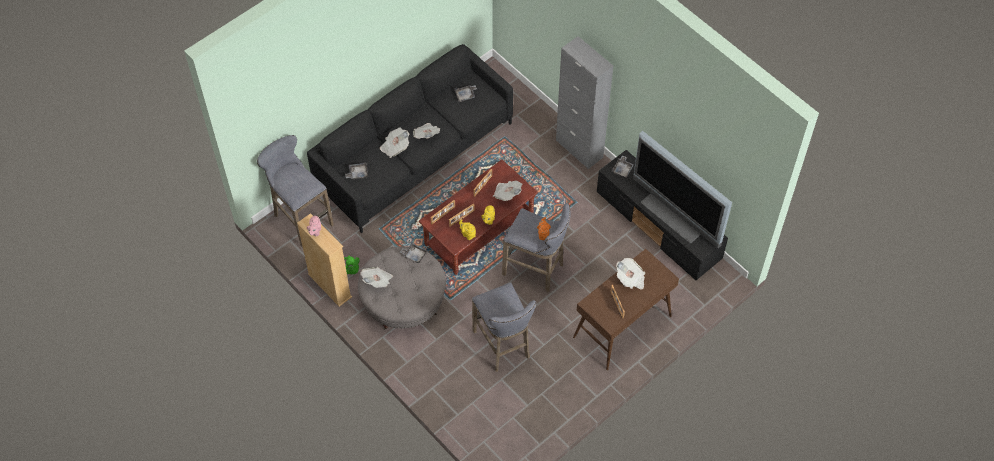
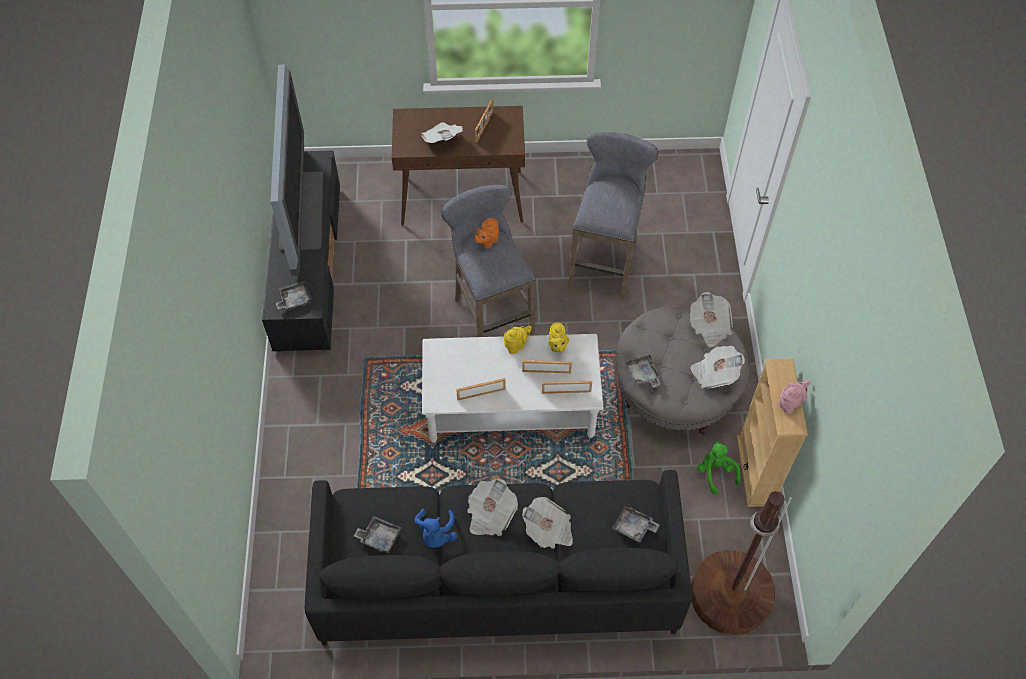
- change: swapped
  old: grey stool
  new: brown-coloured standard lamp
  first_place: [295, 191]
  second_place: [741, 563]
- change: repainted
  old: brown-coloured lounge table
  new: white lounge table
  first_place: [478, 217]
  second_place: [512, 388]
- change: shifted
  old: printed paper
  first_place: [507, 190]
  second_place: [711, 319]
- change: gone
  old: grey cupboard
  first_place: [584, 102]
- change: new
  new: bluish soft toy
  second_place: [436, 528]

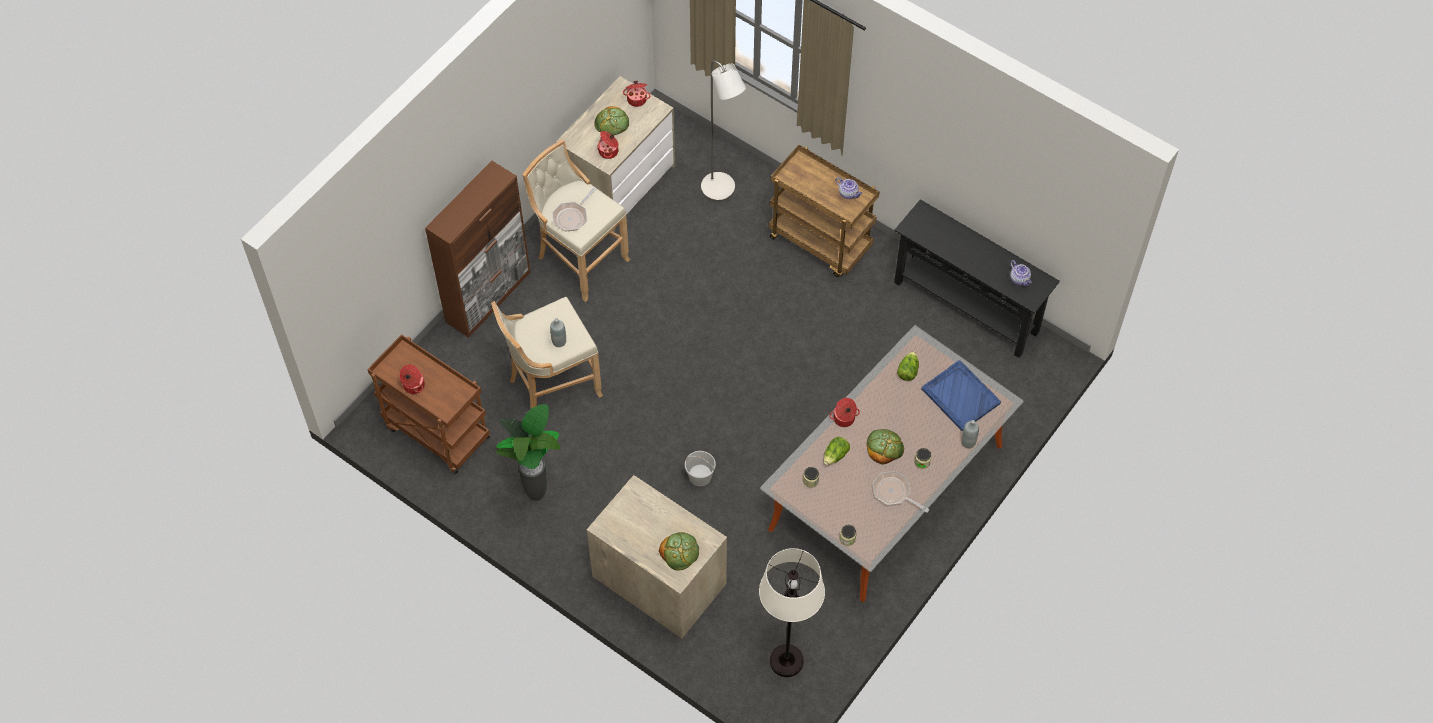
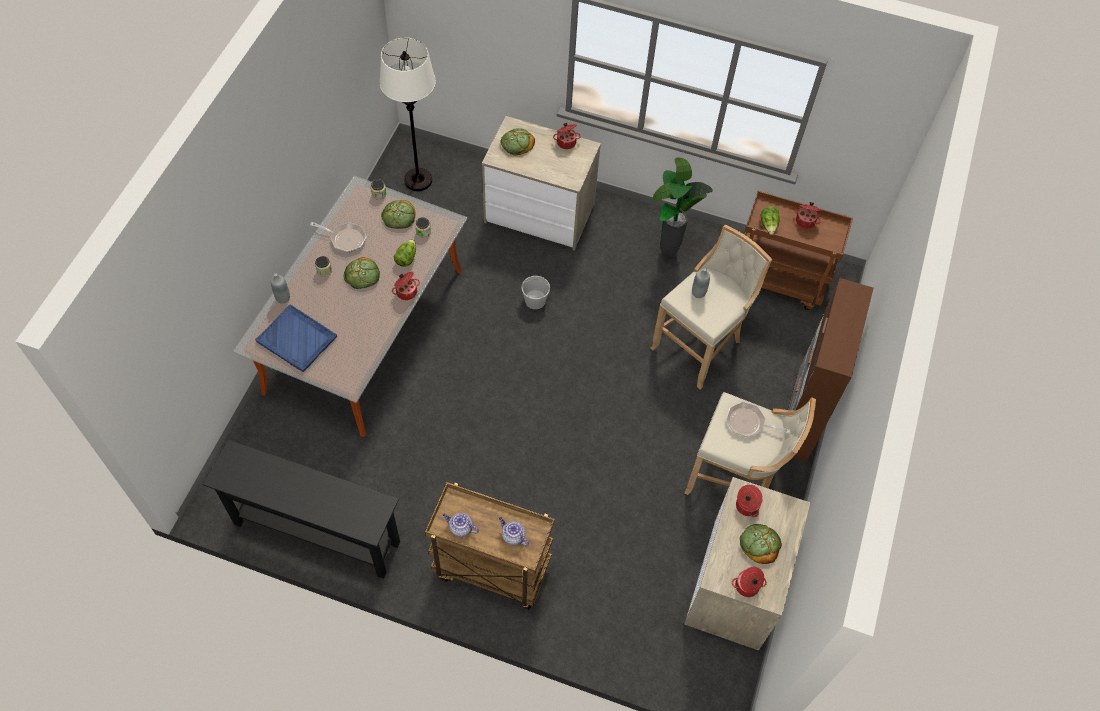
- change: rotated
  old: frying pan
  first_place: [574, 209]
  second_place: [758, 419]
  degrees: -90
- change: gone
  old: grey standard lamp
  first_place: [723, 131]
- change: shifted
  old: head of lettuce
  first_place: [908, 366]
  second_place: [770, 220]
- change: shifted
  old: tea pot
  first_place: [1021, 273]
  second_place: [514, 531]
- change: new
  new: bakery bread
  second_place: [398, 214]
- change: new
  new: cooking pot
  second_place: [567, 136]

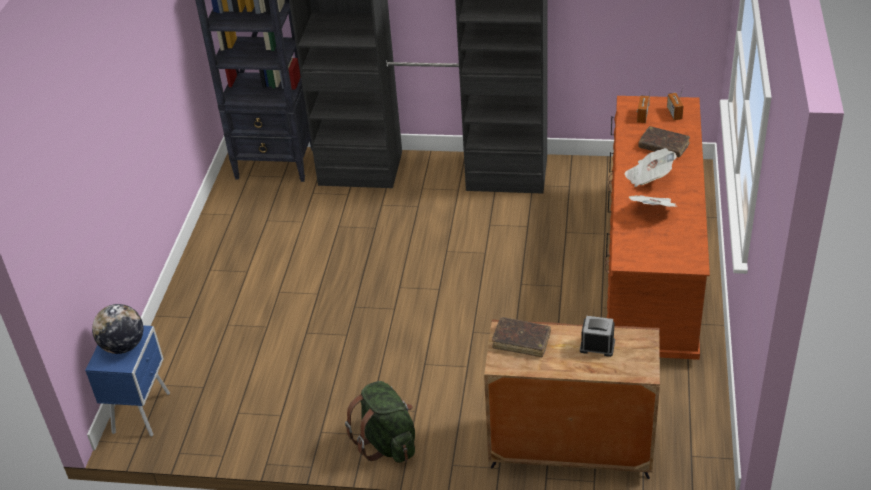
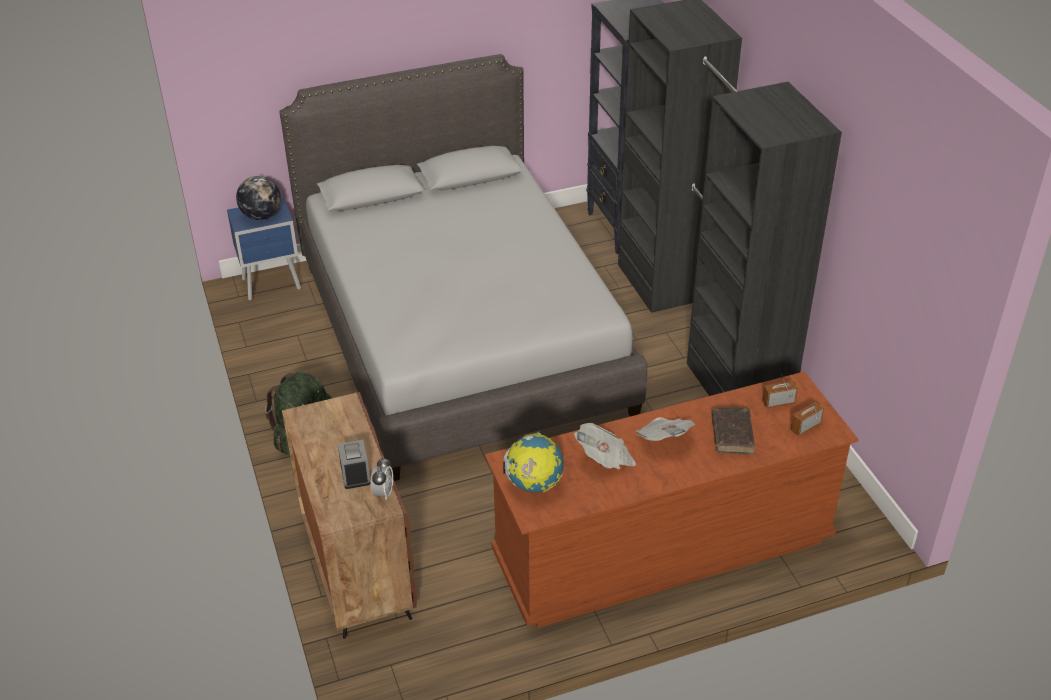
- change: gone
  old: brown-coloured volume
  first_place: [521, 337]
- change: new
  new: grey sleeping bed
  second_place: [463, 267]
- change: new
  new: alarm clock
  second_place: [381, 478]
- change: new
  new: globe
  second_place: [533, 462]

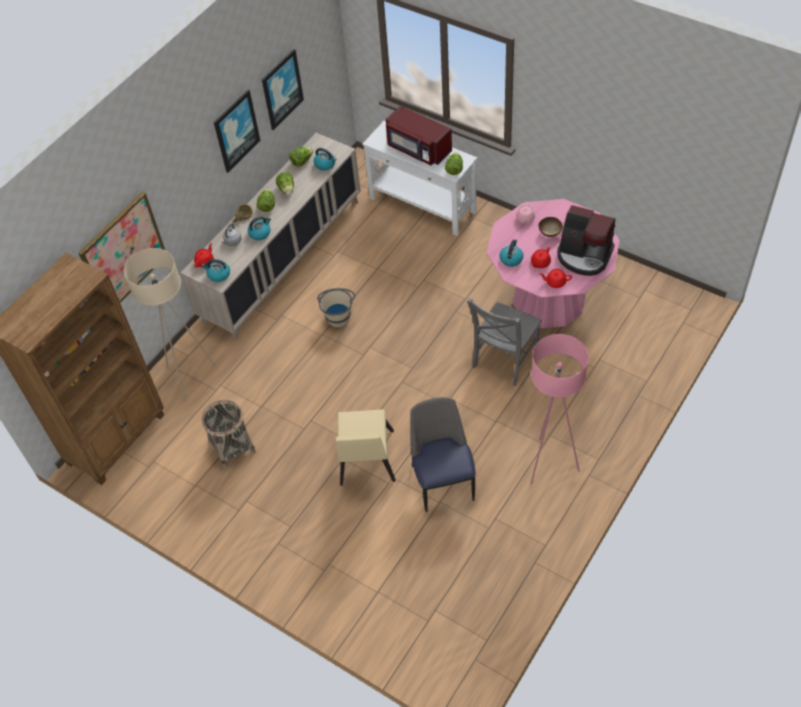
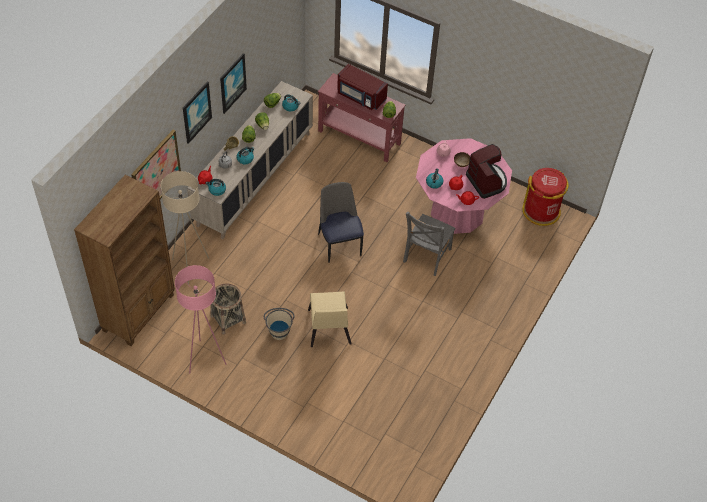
- change: shifted
  old: wall picture
  first_place: [283, 89]
  second_place: [197, 112]
- change: shifted
  old: beige-coloured bucket
  first_place: [336, 307]
  second_place: [279, 324]
- change: repainted
  old: white narrow table
  new: reddish narrow table
  first_place: [419, 178]
  second_place: [362, 117]
- change: shifted
  old: plain chair
  first_place: [443, 454]
  second_place: [341, 222]
- change: shifted
  old: pinkish standard lamp
  first_place: [560, 409]
  second_place: [200, 319]
- change: rotated
  old: coffee maker
  first_place: [586, 240]
  second_place: [486, 171]
  degrees: -135
- change: new
  new: reddish rubbish bin
  second_place: [545, 197]

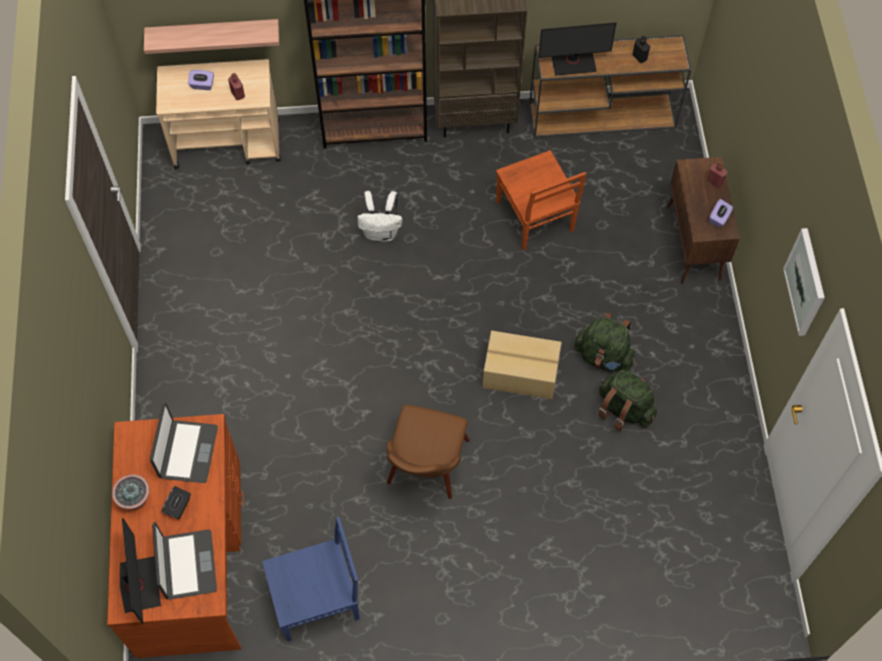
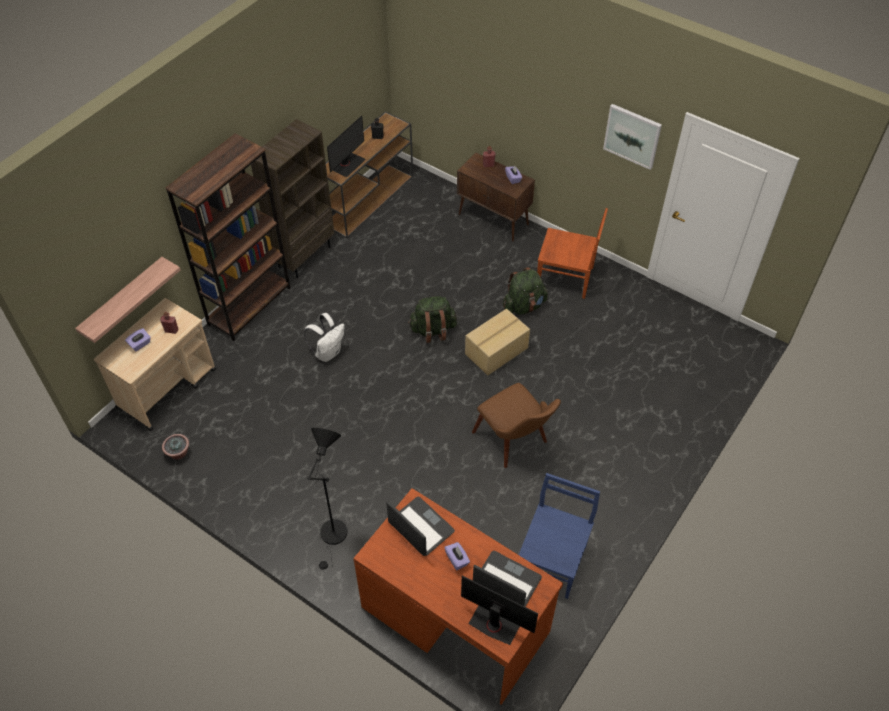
- change: shifted
  old: potted plant
  first_place: [131, 492]
  second_place: [175, 447]
- change: repainted
  old: black box of tissues
  new: purple box of tissues
  first_place: [176, 502]
  second_place: [457, 556]
- change: shifted
  old: brown-coloured plain chair
  first_place: [541, 200]
  second_place: [572, 253]
- change: shifted
  old: green backpack
  first_place: [627, 400]
  second_place: [432, 319]
- change: new
  new: black standard lamp
  second_place: [328, 500]

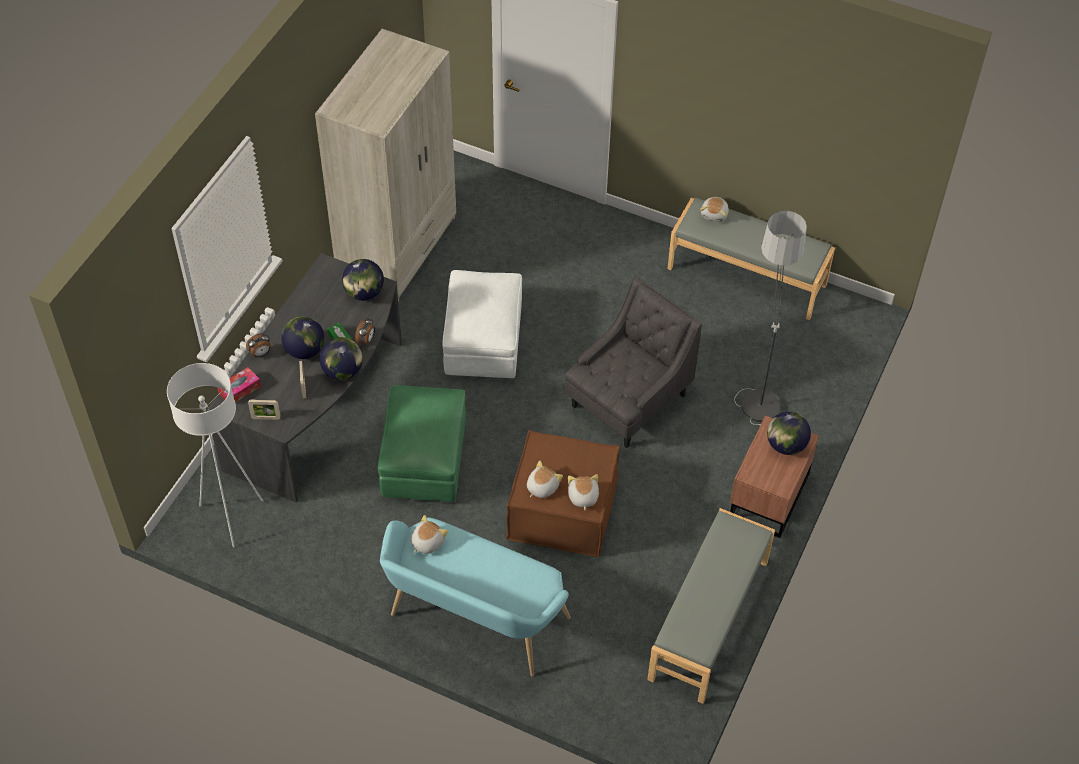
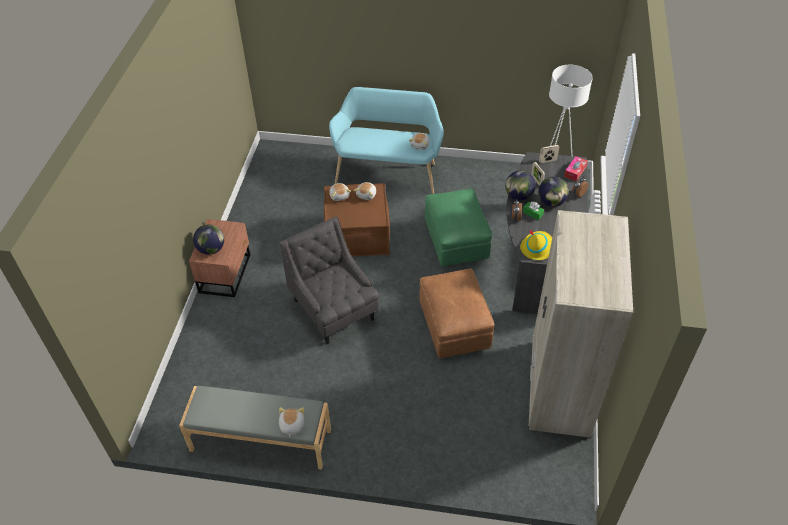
- change: swapped
  old: globe
  new: yellow-coloured hat
  first_place: [363, 280]
  second_place: [536, 245]
- change: repainted
  old: white ottoman
  new: brown-coloured ottoman
  first_place: [482, 324]
  second_place: [456, 313]
- change: rotated
  old: grey lounge chair
  first_place: [633, 362]
  second_place: [329, 280]
  degrees: 120
- change: gone
  old: grey bench
  first_place: [711, 606]
- change: gone
  old: standard lamp
  first_place: [770, 318]

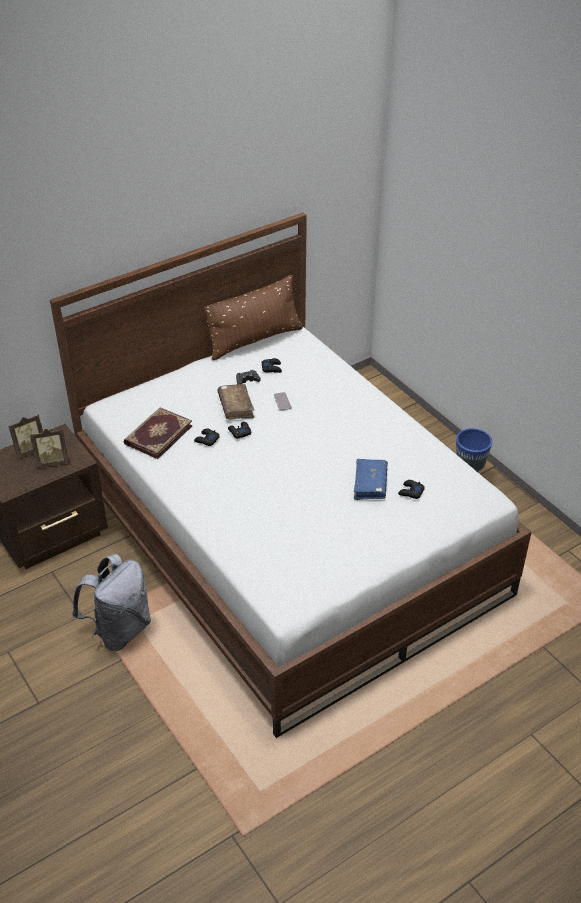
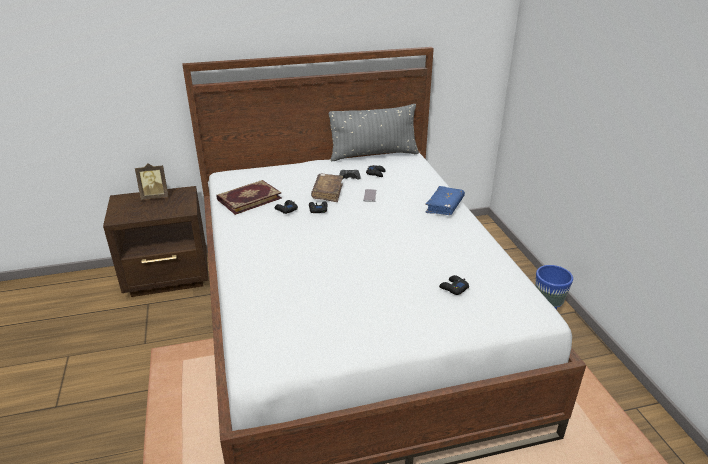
- change: gone
  old: standing frame
  first_place: [49, 448]
- change: gone
  old: grey backpack
  first_place: [111, 602]
- change: repainted
  old: brown-coloured throw pillow
  new: grey throw pillow
  first_place: [253, 317]
  second_place: [374, 132]
- change: shifted
  old: bluish volume
  first_place: [371, 479]
  second_place: [445, 200]

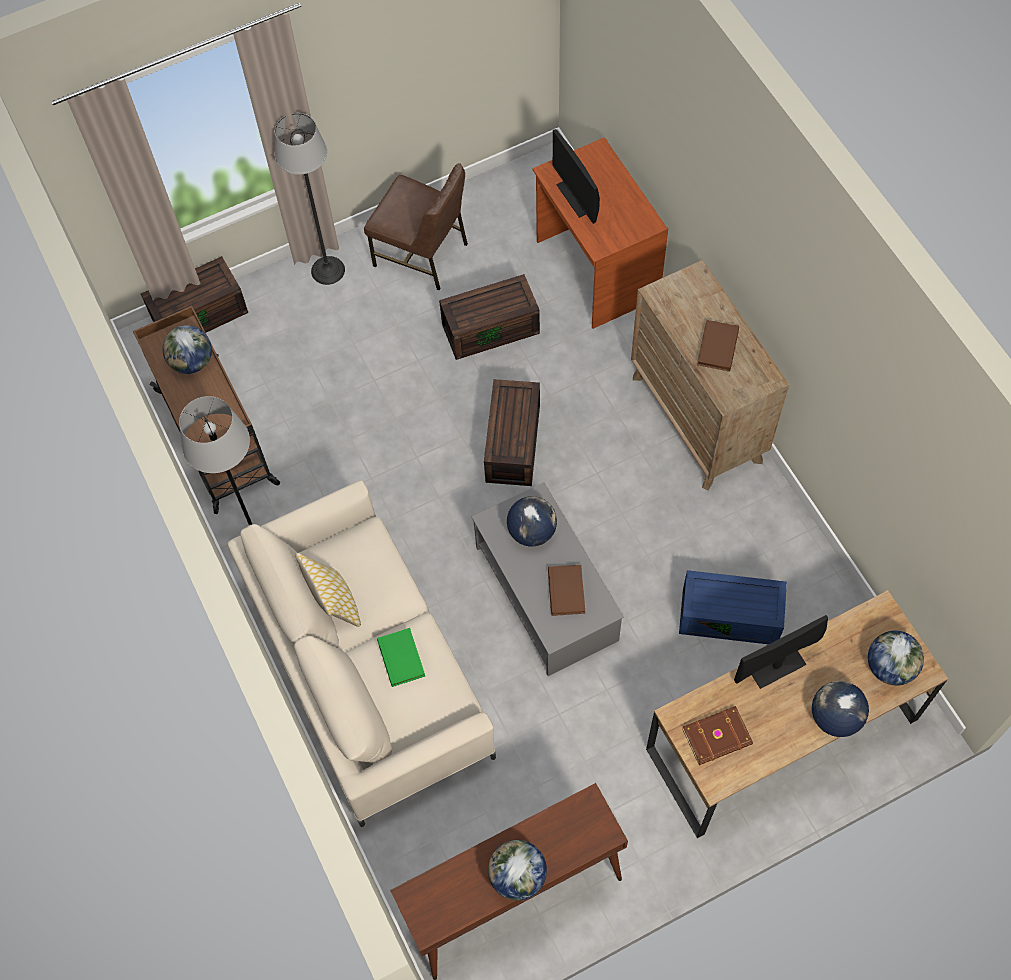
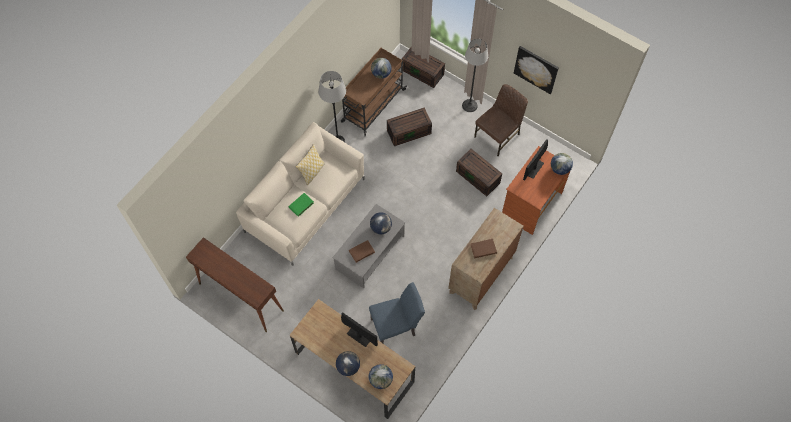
- change: rotated
  old: brown-coloured plain chair
  first_place: [416, 226]
  second_place: [501, 120]
  degrees: -135
- change: shifted
  old: brown-coloured storage container
  first_place: [512, 432]
  second_place: [409, 126]
- change: shifted
  old: globe
  first_place: [517, 870]
  second_place: [562, 164]
- change: swapped
  old: bluish storage container
  new: bluish plain chair
  first_place: [733, 607]
  second_place: [397, 313]
- change: gone
  old: brown-coloured volume
  first_place: [718, 735]
- change: new
  new: wall picture
  second_place: [536, 70]

